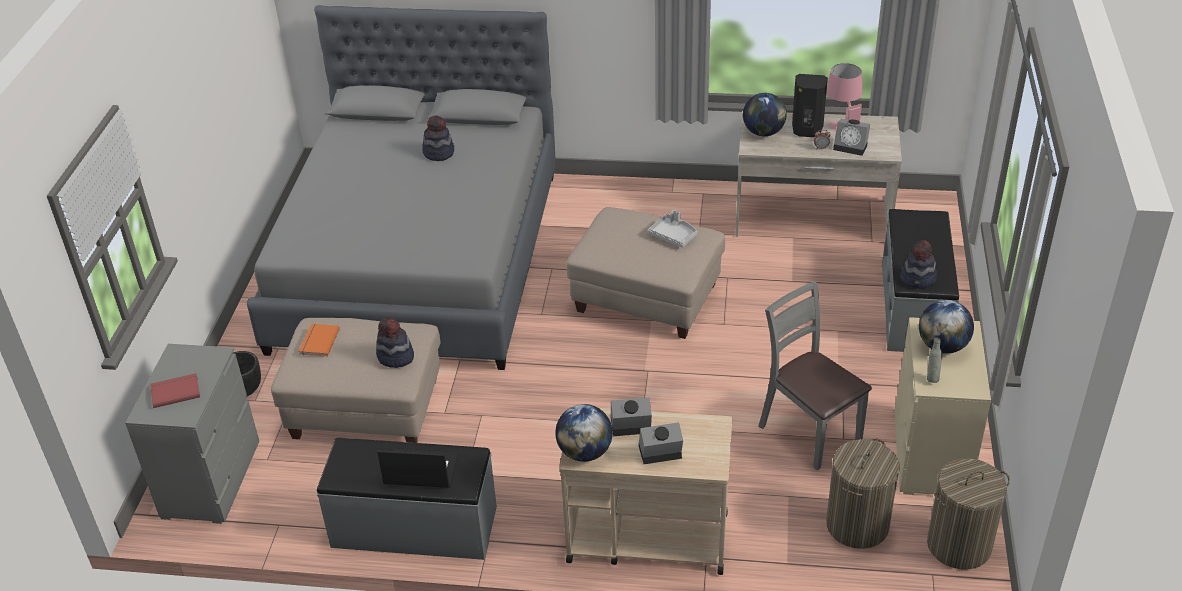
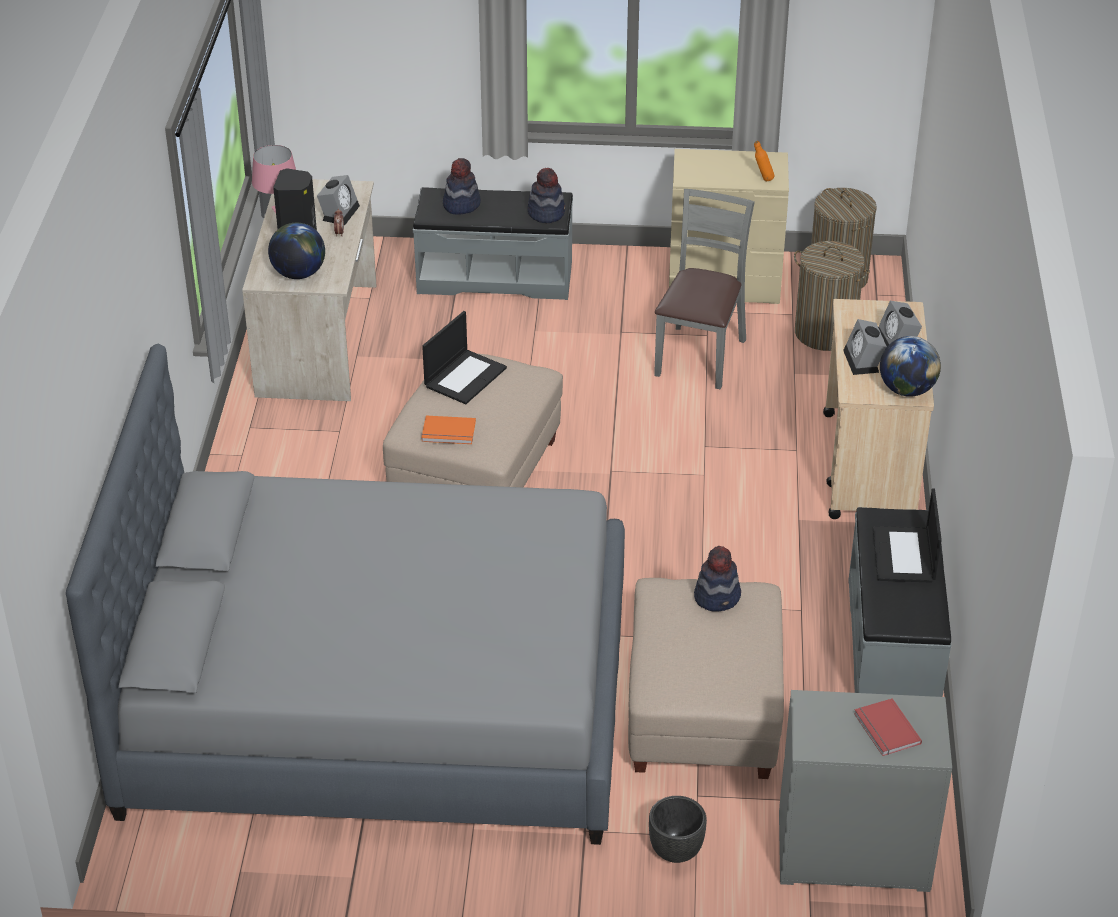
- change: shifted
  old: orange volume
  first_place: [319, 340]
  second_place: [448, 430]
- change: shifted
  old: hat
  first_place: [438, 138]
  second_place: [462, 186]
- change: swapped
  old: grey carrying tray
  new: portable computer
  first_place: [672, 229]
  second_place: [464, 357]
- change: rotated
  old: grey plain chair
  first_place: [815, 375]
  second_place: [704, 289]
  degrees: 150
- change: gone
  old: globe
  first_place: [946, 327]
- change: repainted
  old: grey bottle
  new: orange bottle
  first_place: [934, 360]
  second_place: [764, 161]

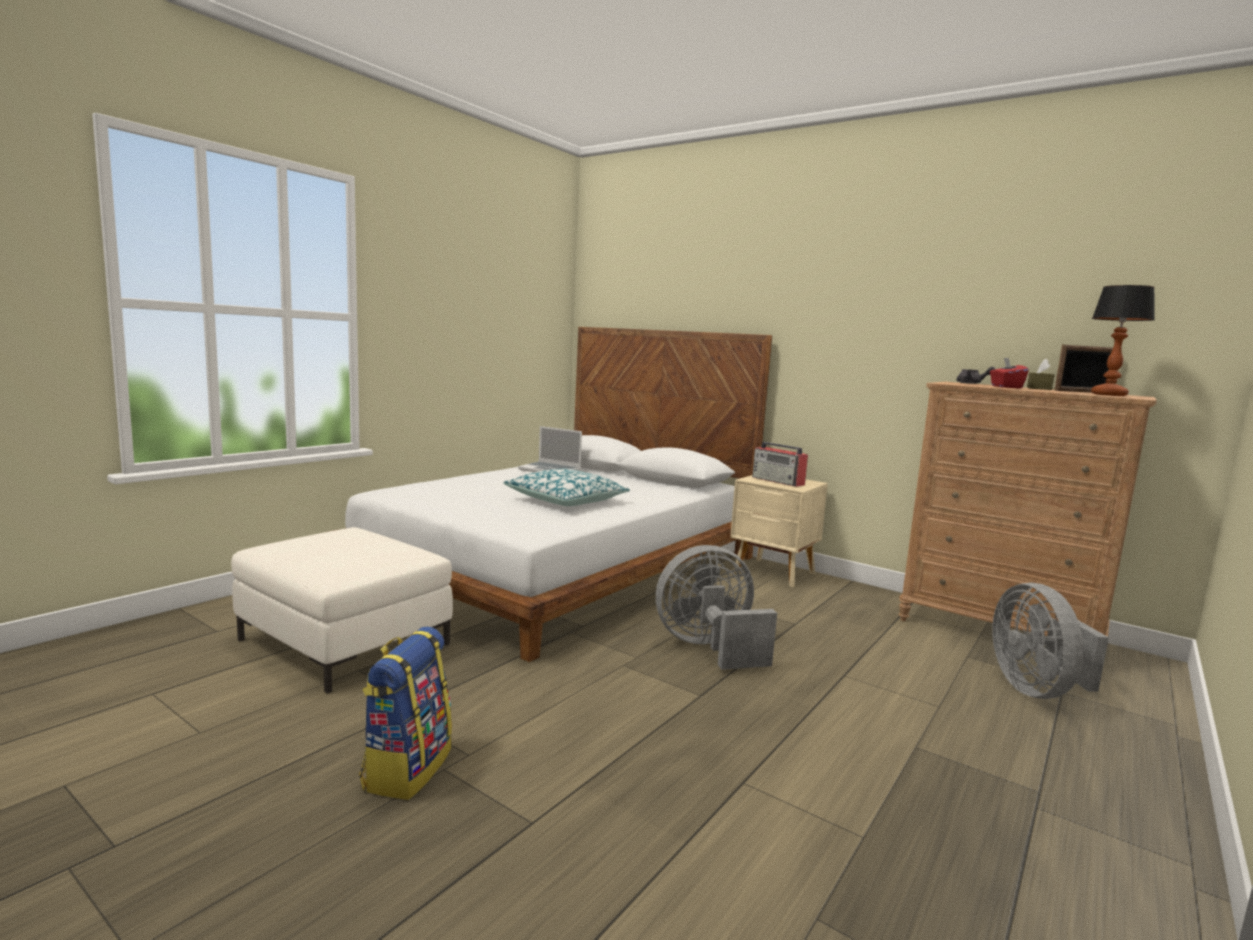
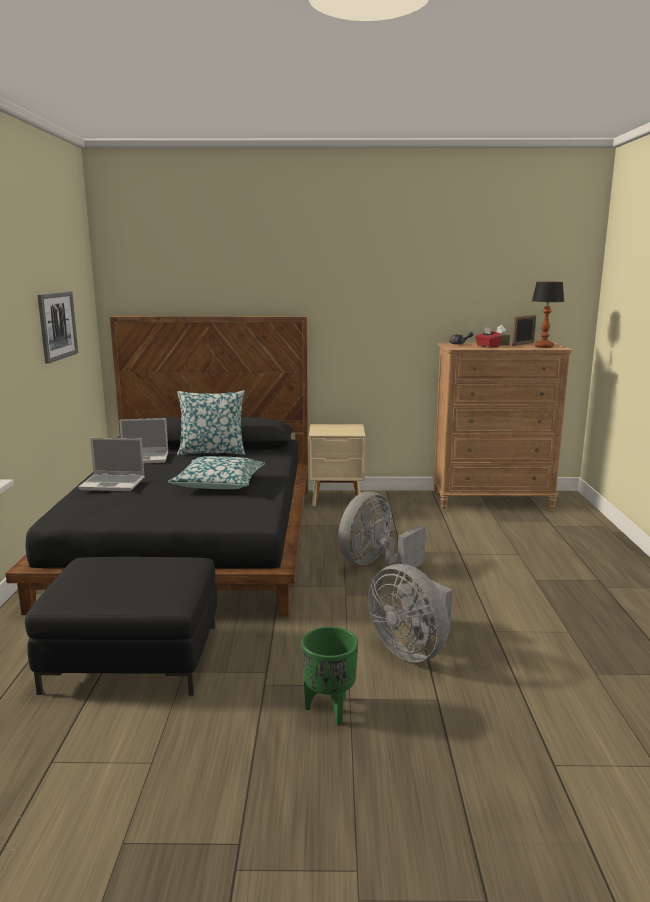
- change: repainted
  old: white ottoman
  new: black ottoman
  first_place: [342, 610]
  second_place: [121, 626]
- change: repainted
  old: white sleeping bed
  new: black sleeping bed
  first_place: [550, 494]
  second_place: [156, 466]
- change: swapped
  old: backpack
  new: green plant pot
  first_place: [405, 713]
  second_place: [329, 675]
- change: gone
  old: radio
  first_place: [780, 464]
- change: shifted
  old: grey fan
  first_place: [1050, 641]
  second_place: [410, 613]
- change: new
  new: wall picture
  second_place: [57, 328]
- change: new
  new: portable computer
  second_place: [111, 464]
- change: new
  new: throw pillow
  second_place: [211, 423]

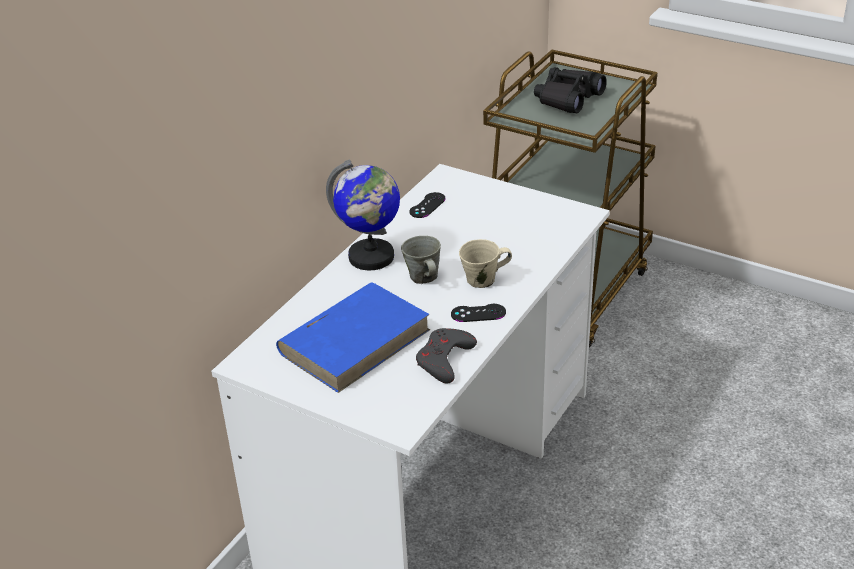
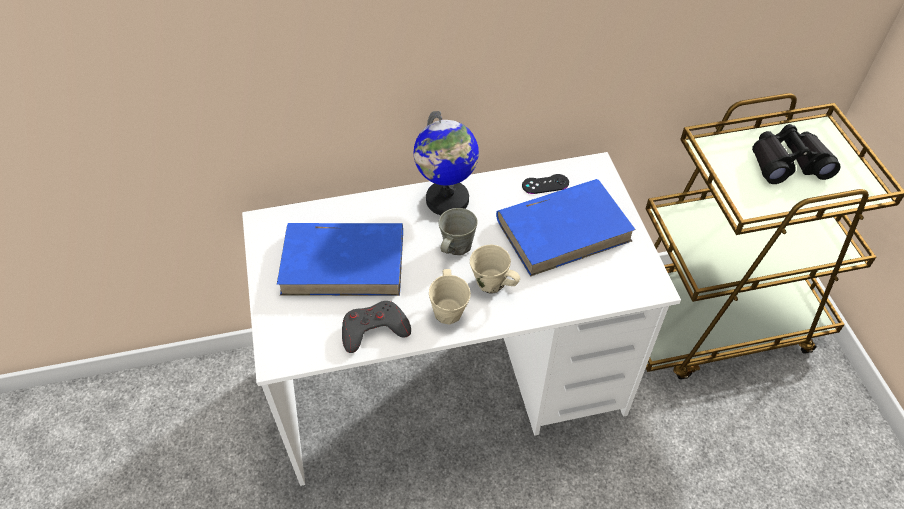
- change: swapped
  old: black gamepad
  new: beige-coloured coffee mug
  first_place: [478, 313]
  second_place: [450, 296]
- change: new
  new: bluish volume
  second_place: [566, 228]

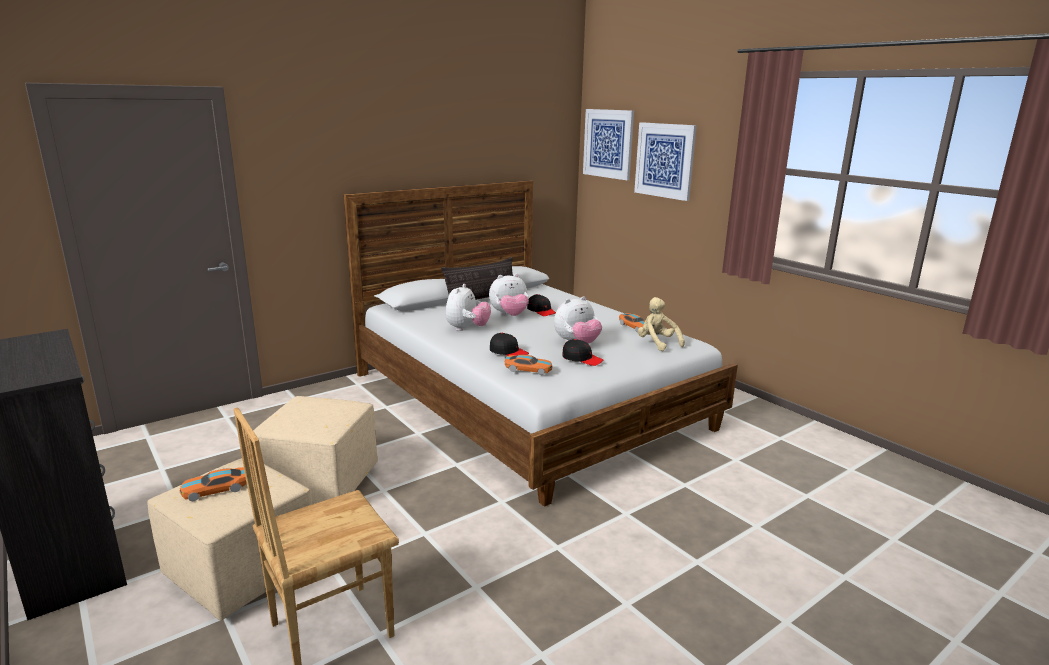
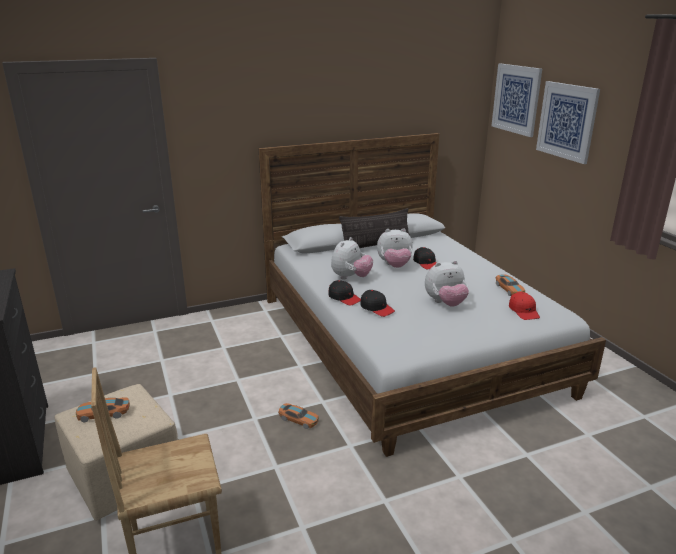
- change: gone
  old: beige-coloured ottoman
  first_place: [315, 450]
- change: shifted
  old: model car
  first_place: [528, 365]
  second_place: [298, 416]
- change: shifted
  old: black peaked cap
  first_place: [582, 352]
  second_place: [344, 293]
- change: swapped
  old: beige-coloured soft toy
  new: reddish peaked cap
  first_place: [661, 324]
  second_place: [524, 306]

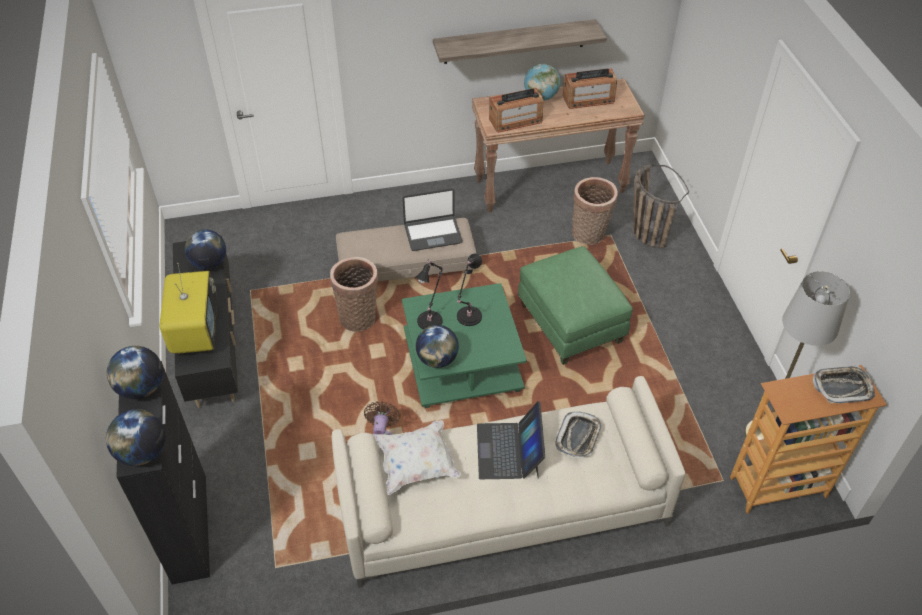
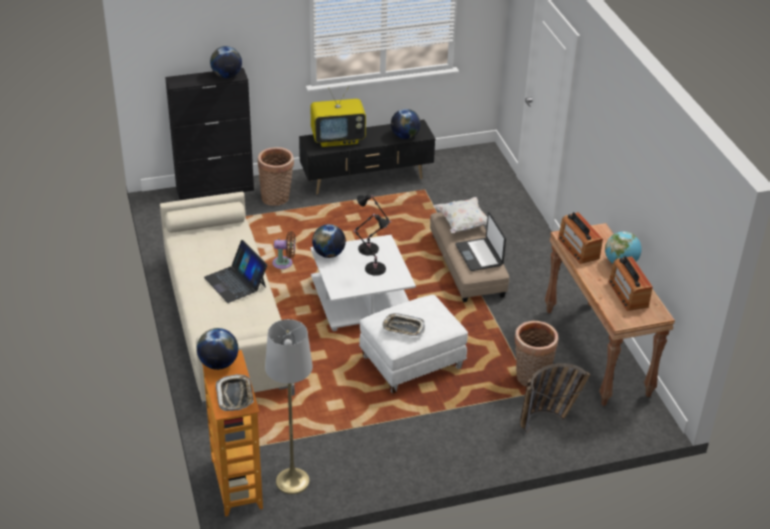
- change: shifted
  old: globe
  first_place: [135, 437]
  second_place: [217, 349]
- change: shifted
  old: household basket
  first_place: [354, 294]
  second_place: [276, 176]
- change: shifted
  old: white throw pillow
  first_place: [417, 457]
  second_place: [460, 215]
- change: repainted
  old: green lounge table
  new: white lounge table
  first_place: [464, 345]
  second_place: [363, 283]
- change: gone
  old: bracket shelf
  first_place: [519, 41]
- change: rotated
  old: portable computer
  first_place: [511, 440]
  second_place: [235, 271]
  degrees: -120
- change: repainted
  old: green ottoman
  new: white ottoman
  first_place: [575, 305]
  second_place: [413, 344]
- change: shifted
  old: carrying tray
  first_place: [578, 434]
  second_place: [403, 324]

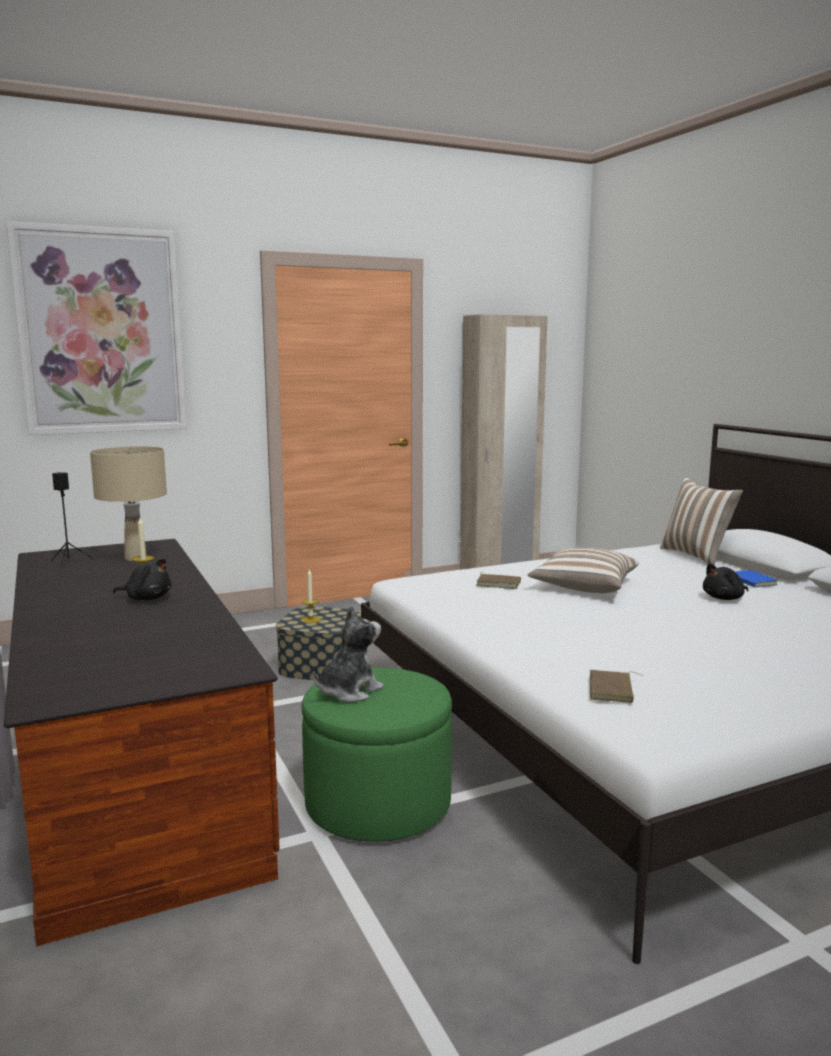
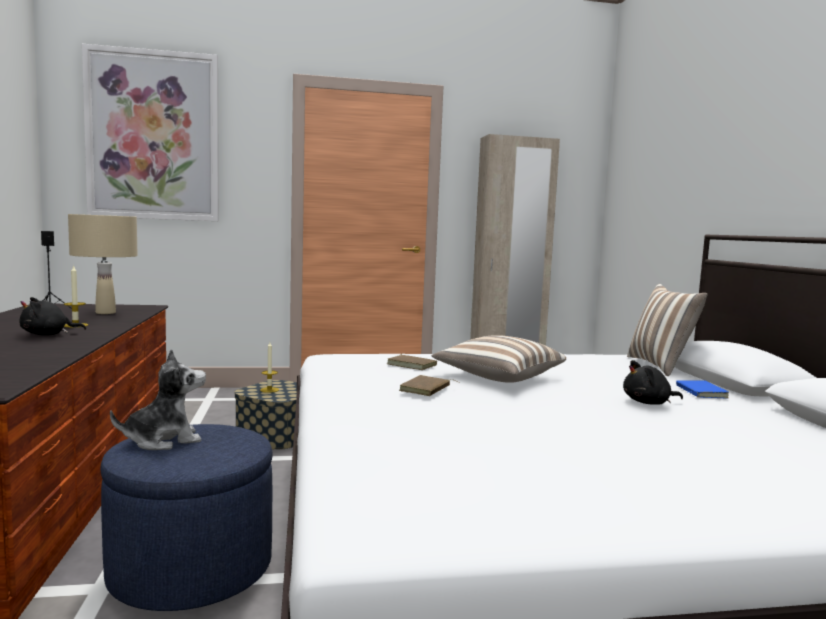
- change: rotated
  old: black soft toy
  first_place: [142, 579]
  second_place: [52, 316]
  degrees: 120
- change: repainted
  old: green ottoman
  new: bluish ottoman
  first_place: [377, 755]
  second_place: [186, 517]
- change: shifted
  old: brown-coloured volume
  first_place: [616, 686]
  second_place: [429, 385]

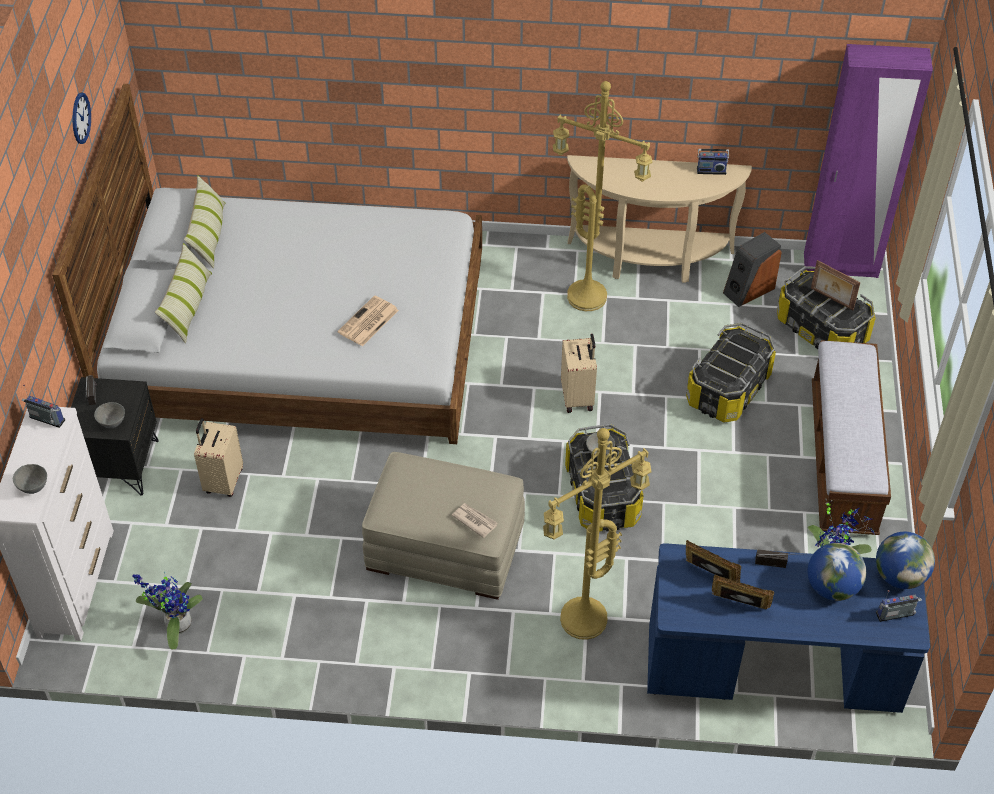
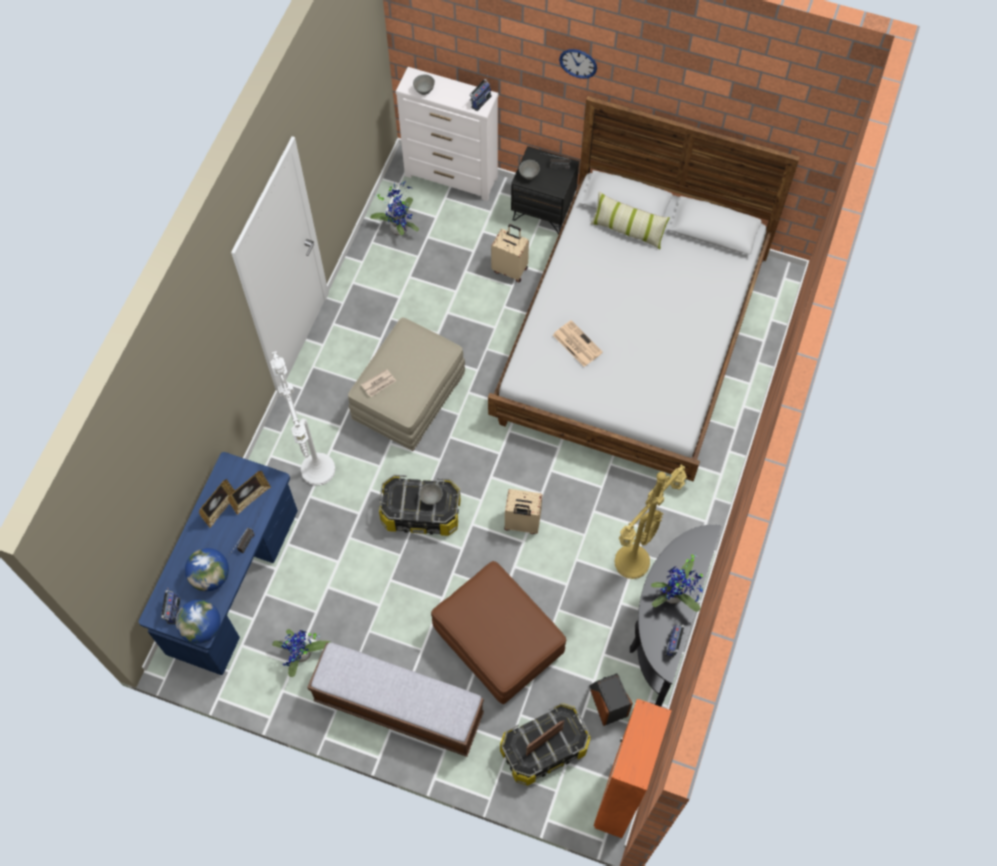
- change: shifted
  old: clock on the wall
  first_place: [81, 118]
  second_place: [578, 64]
- change: gone
  old: throw pillow
  first_place: [204, 221]
- change: repainted
  old: yellow-coloured standard lamp
  new: white standard lamp
  first_place: [597, 534]
  second_place: [302, 418]
- change: repainted
  old: beige-coloured narrow table
  new: black narrow table
  first_place: [659, 219]
  second_place: [676, 616]
- change: swapped
  old: storage container
  new: brown-coloured ottoman
  first_place: [731, 372]
  second_place: [498, 632]
- change: repainted
  old: purple clothes cupboard
  new: orange clothes cupboard
  first_place: [868, 161]
  second_place: [632, 768]
- change: new
  new: potted plant
  second_place: [677, 582]

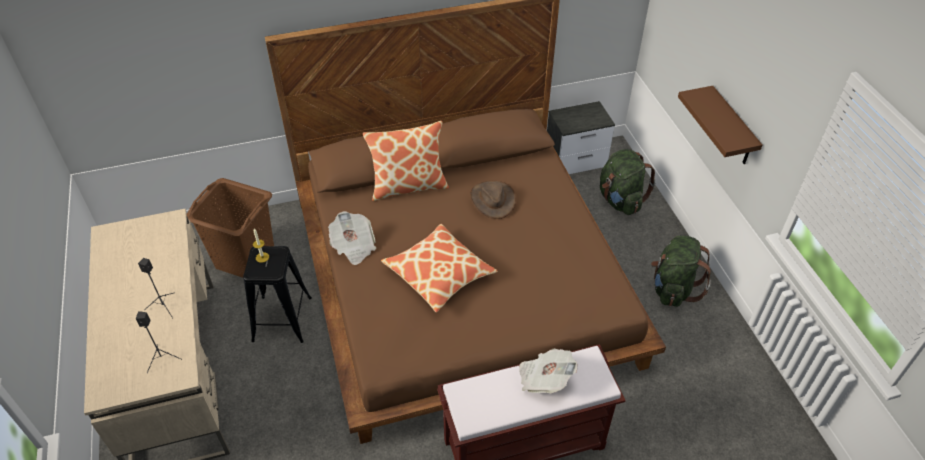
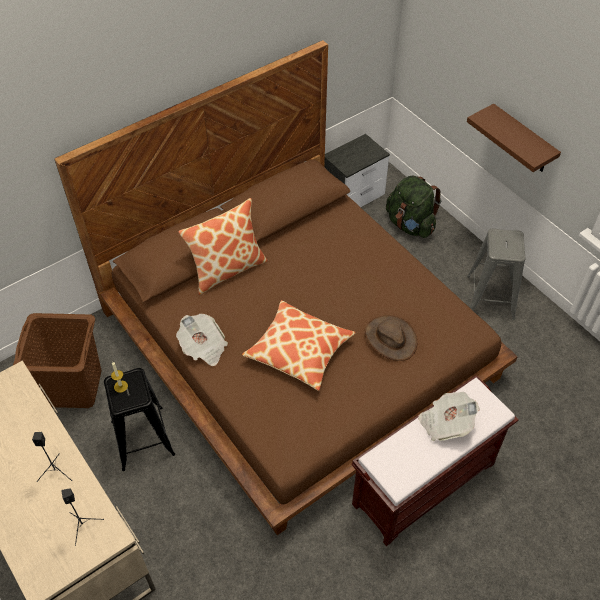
- change: shifted
  old: brown-coloured hat
  first_place: [493, 200]
  second_place: [391, 338]
- change: swapped
  old: green backpack
  new: grey stool
  first_place: [681, 271]
  second_place: [496, 274]

